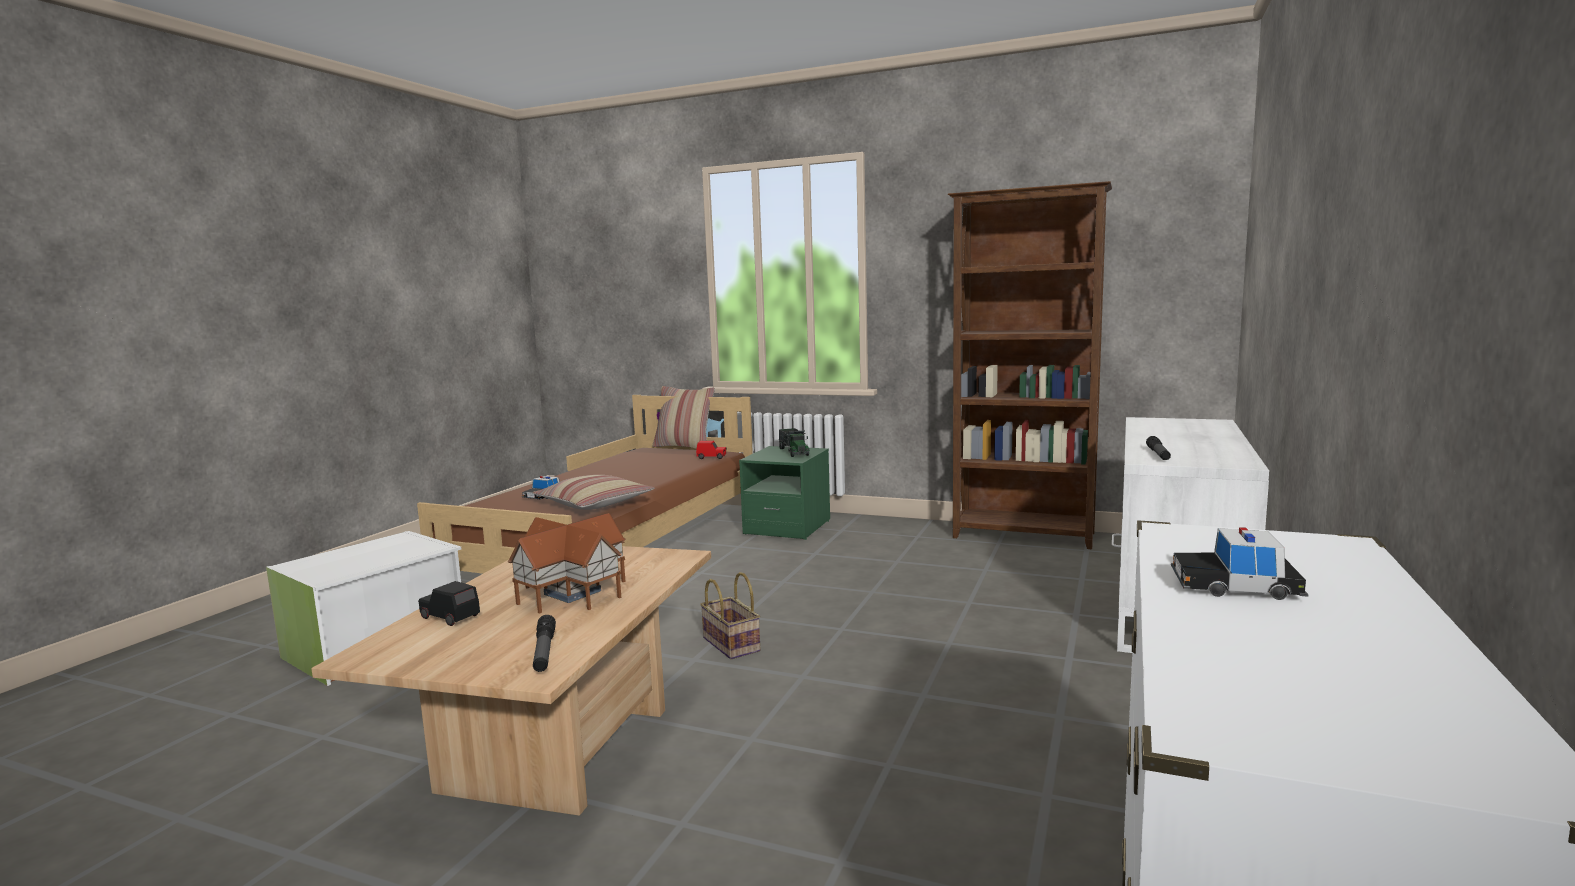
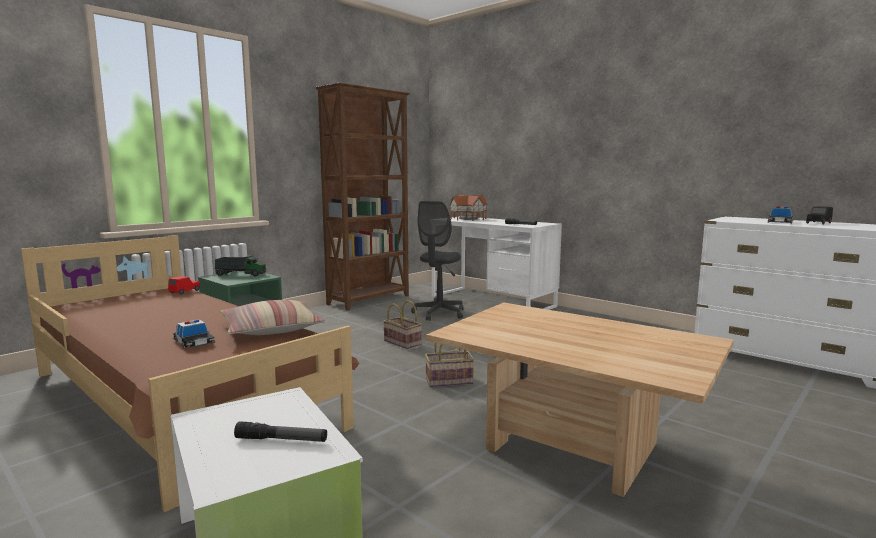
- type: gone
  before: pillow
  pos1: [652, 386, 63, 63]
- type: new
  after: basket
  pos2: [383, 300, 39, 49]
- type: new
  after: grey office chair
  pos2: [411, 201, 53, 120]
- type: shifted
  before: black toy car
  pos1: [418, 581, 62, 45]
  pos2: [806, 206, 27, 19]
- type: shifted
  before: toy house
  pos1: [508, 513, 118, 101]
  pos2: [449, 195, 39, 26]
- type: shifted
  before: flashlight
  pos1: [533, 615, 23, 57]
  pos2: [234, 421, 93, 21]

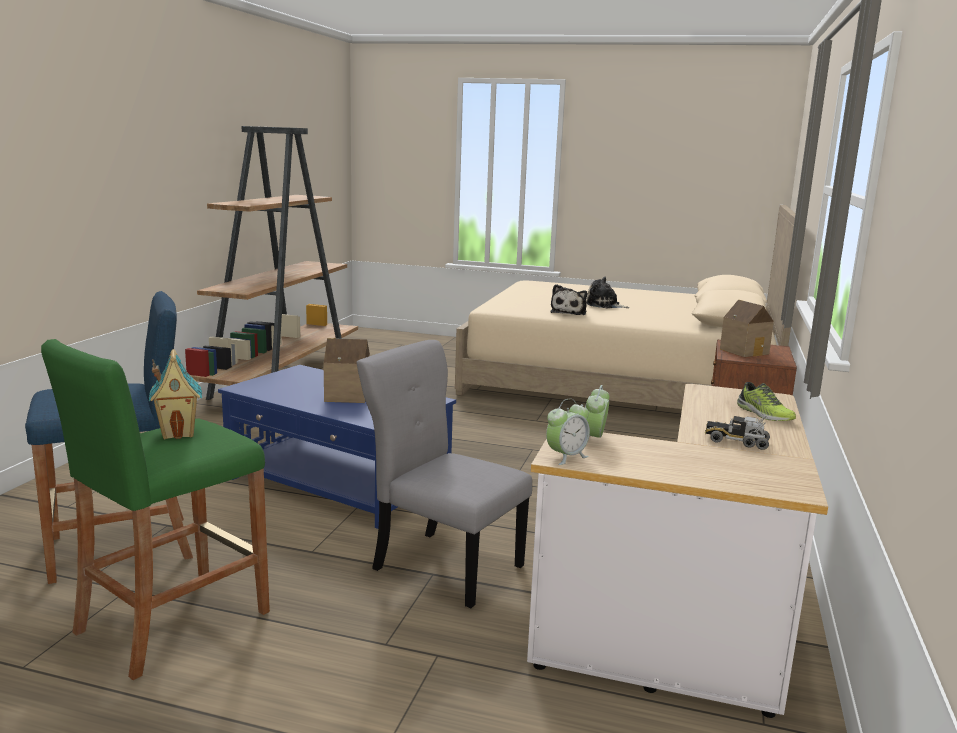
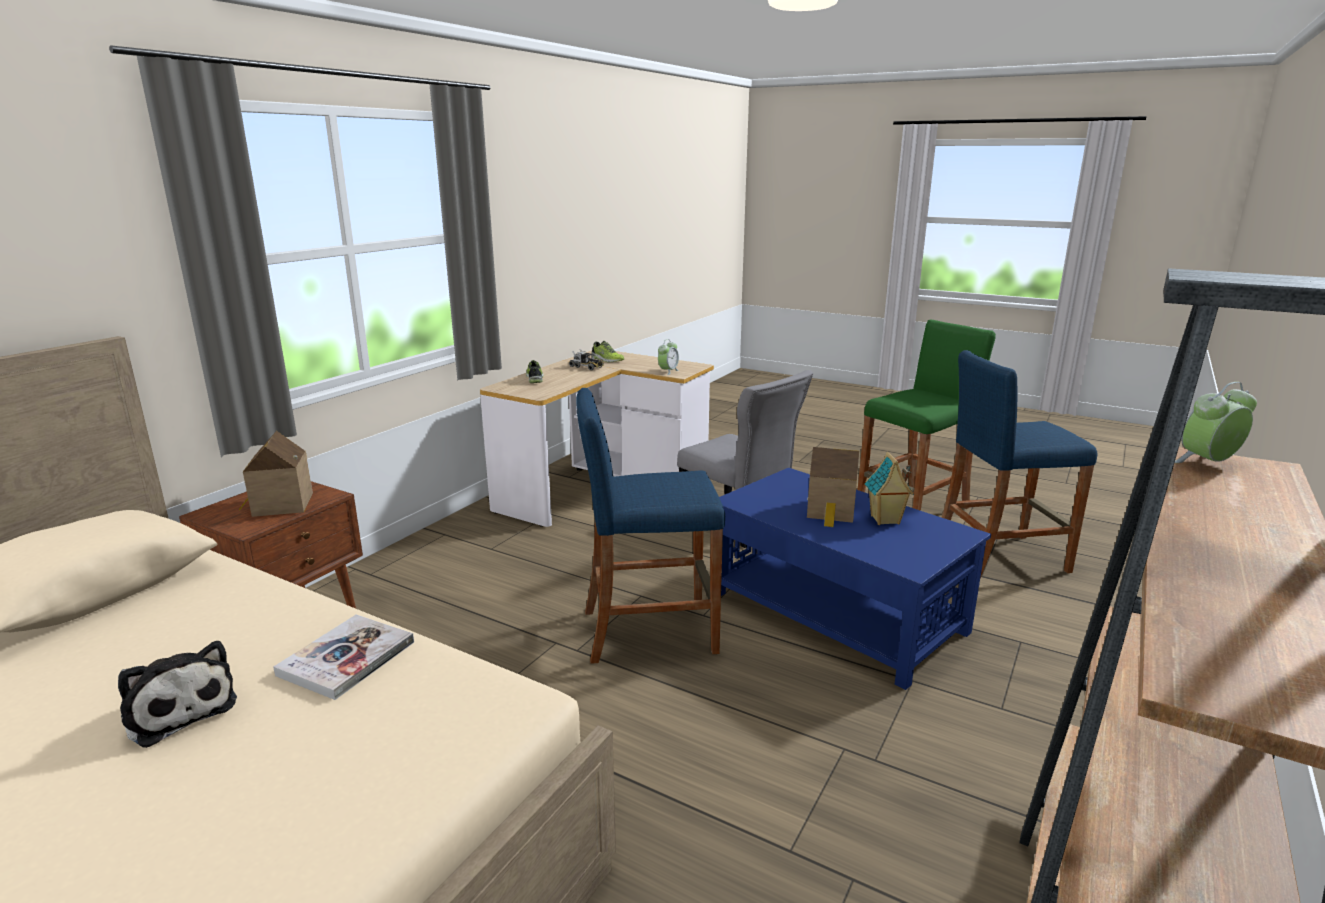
- type: new
  after: blue stool
  pos2: [576, 388, 149, 276]
- type: new
  after: shoe
  pos2: [591, 341, 33, 21]
- type: shifted
  before: toy house
  pos1: [149, 349, 53, 90]
  pos2: [865, 452, 49, 73]
- type: shifted
  before: alarm clock
  pos1: [546, 398, 44, 67]
  pos2: [1175, 382, 82, 81]
- type: swapped
  before: plush toy
  after: book
  pos1: [550, 284, 37, 31]
  pos2: [273, 615, 141, 85]

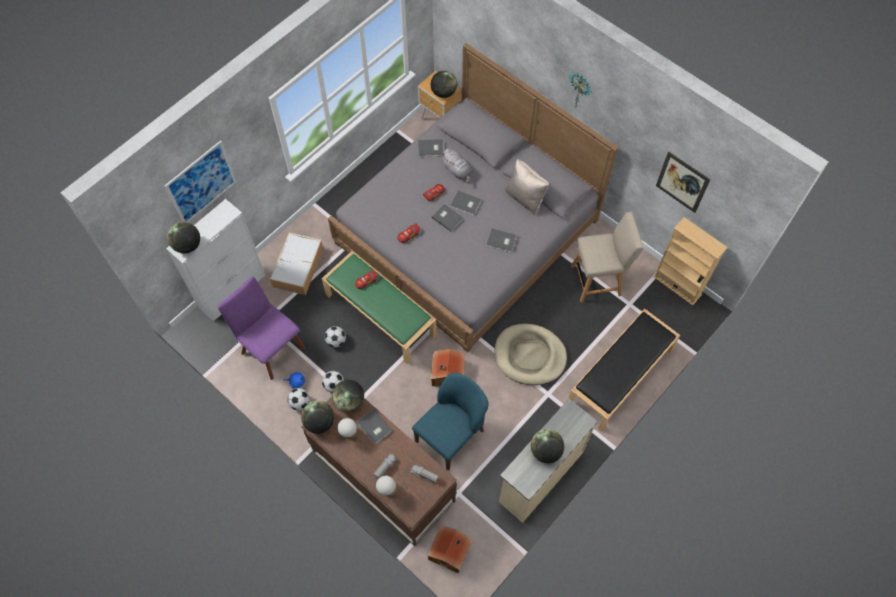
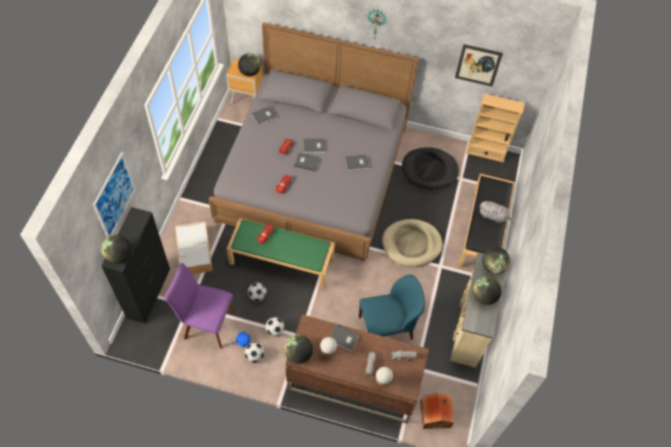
- type: gone
  before: toy house
  pos1: [431, 349, 34, 38]
- type: gone
  before: beige pillow
  pos1: [505, 159, 44, 57]
- type: shifted
  before: globe
  pos1: [332, 380, 32, 32]
  pos2: [482, 247, 28, 28]
- type: shifted
  before: grey plush toy
  pos1: [441, 148, 30, 36]
  pos2: [480, 201, 33, 23]
- type: swapped
  before: beige chair
  after: black dog bed
  pos1: [571, 212, 73, 91]
  pos2: [402, 147, 57, 43]
- type: repainted
  before: white cabinet
  after: black cabinet
  pos1: [166, 199, 99, 123]
  pos2: [101, 207, 69, 117]
- type: rotated
  before: blue chair
  pos1: [412, 372, 77, 99]
  pos2: [359, 275, 66, 65]
  turn: 60

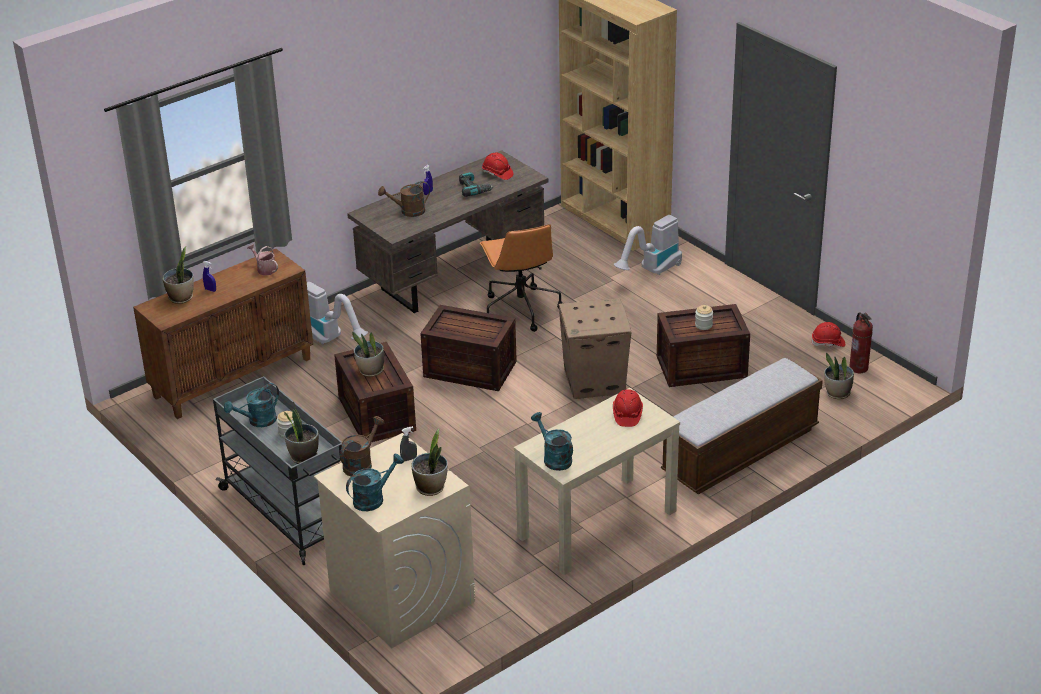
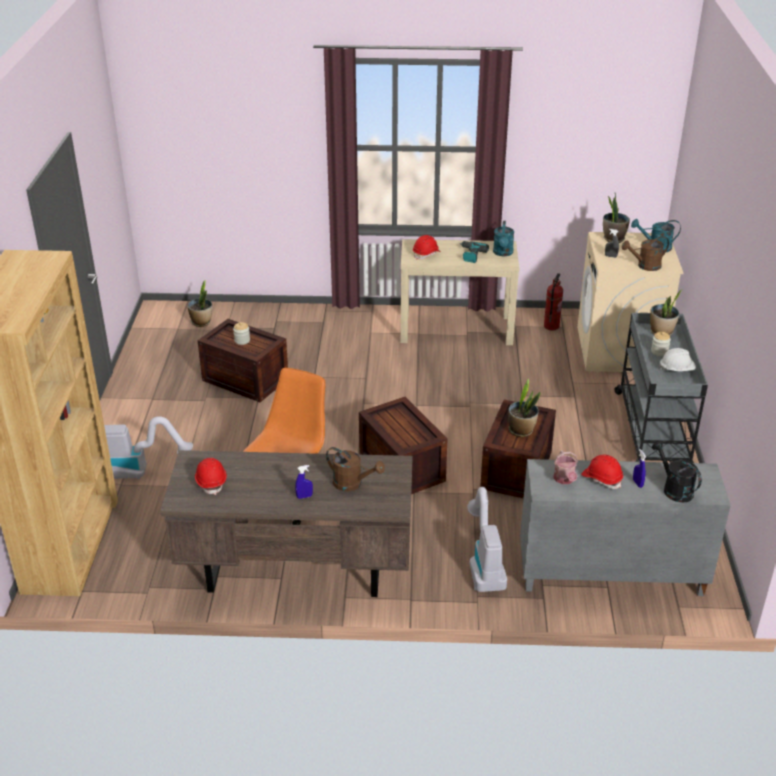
- type: gone
  before: cardboard box
  pos1: [559, 298, 72, 101]
- type: gone
  before: bench
  pos1: [661, 358, 162, 137]
- type: shifted
  before: power drill
  pos1: [459, 172, 35, 25]
  pos2: [459, 241, 30, 22]
- type: shifted
  before: red hard hat
  pos1: [811, 322, 34, 25]
  pos2: [581, 454, 42, 35]
- type: shifted
  before: fire extinguisher
  pos1: [849, 312, 24, 61]
  pos2: [544, 273, 19, 58]
- type: swapped
  before: potted plant
  after: black watering can
  pos1: [163, 246, 31, 58]
  pos2: [652, 441, 50, 62]
- type: swapped
  before: turquoise watering can
  after: white hard hat
  pos1: [224, 383, 55, 44]
  pos2: [659, 348, 37, 23]
- type: repainted
  before: brown cabinet
  after: grey cabinet
  pos1: [133, 249, 180, 170]
  pos2: [520, 459, 211, 137]

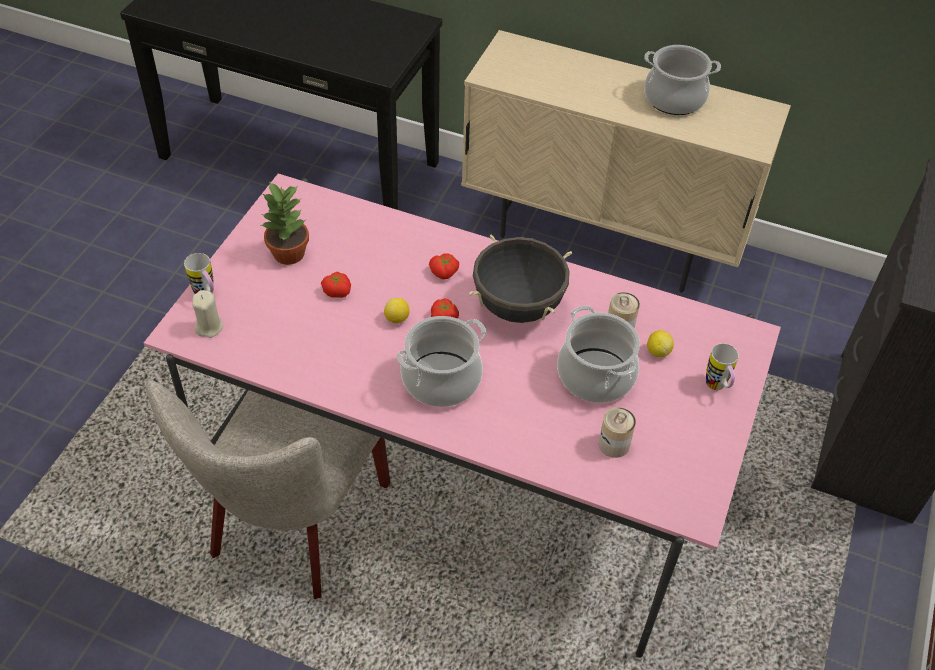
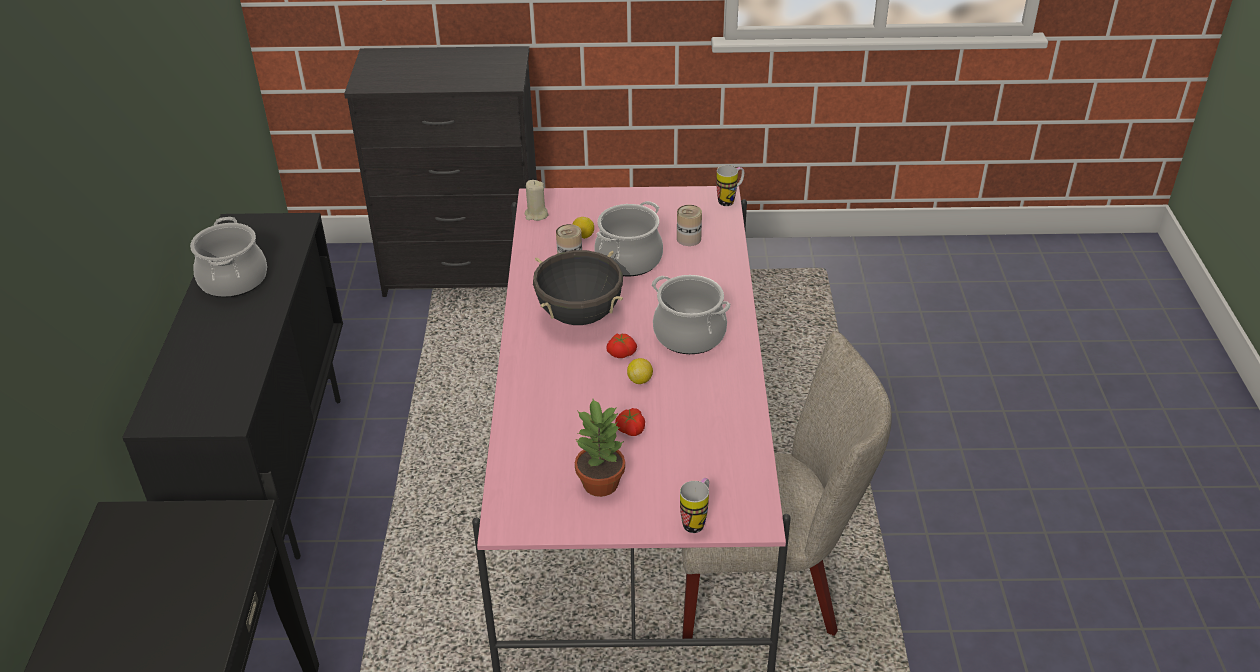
- type: gone
  before: tomato
  pos1: [429, 254, 30, 26]
- type: shifted
  before: beige candle
  pos1: [192, 290, 31, 48]
  pos2: [524, 180, 24, 41]
- type: shifted
  before: mug
  pos1: [706, 343, 33, 47]
  pos2: [717, 165, 27, 41]
- type: repainted
  before: beige cabinet
  after: black cabinet
  pos1: [461, 30, 330, 262]
  pos2: [122, 213, 221, 347]

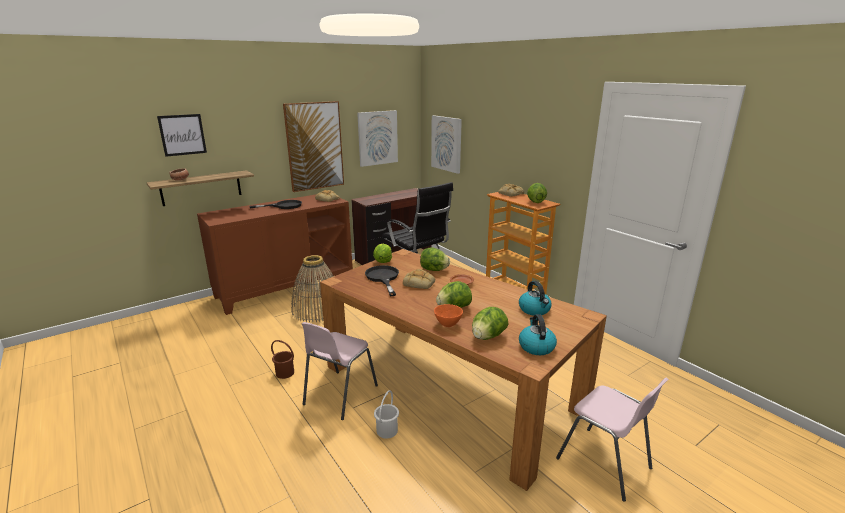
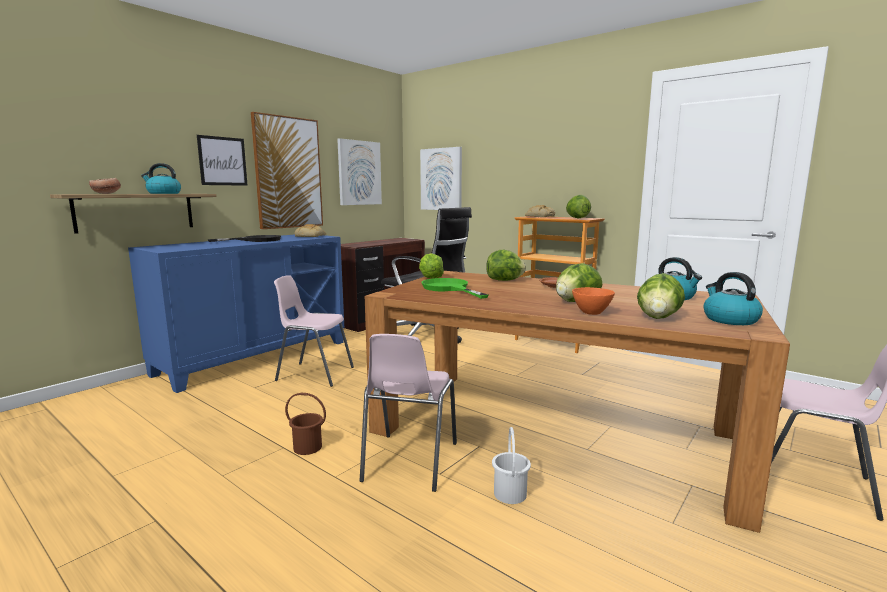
- type: gone
  before: bread
  pos1: [403, 269, 32, 20]
- type: new
  after: kettle
  pos2: [141, 163, 40, 31]
- type: shifted
  before: picture
  pos1: [157, 114, 50, 43]
  pos2: [197, 135, 51, 51]
- type: swapped
  before: basket
  after: pink chair
  pos1: [291, 255, 43, 68]
  pos2: [274, 275, 80, 112]
- type: repainted
  before: brown cabinet
  after: blue cabinet
  pos1: [197, 195, 156, 120]
  pos2: [128, 234, 216, 159]
- type: repainted
  before: black frying pan
  after: green frying pan
  pos1: [365, 265, 34, 31]
  pos2: [421, 278, 67, 21]

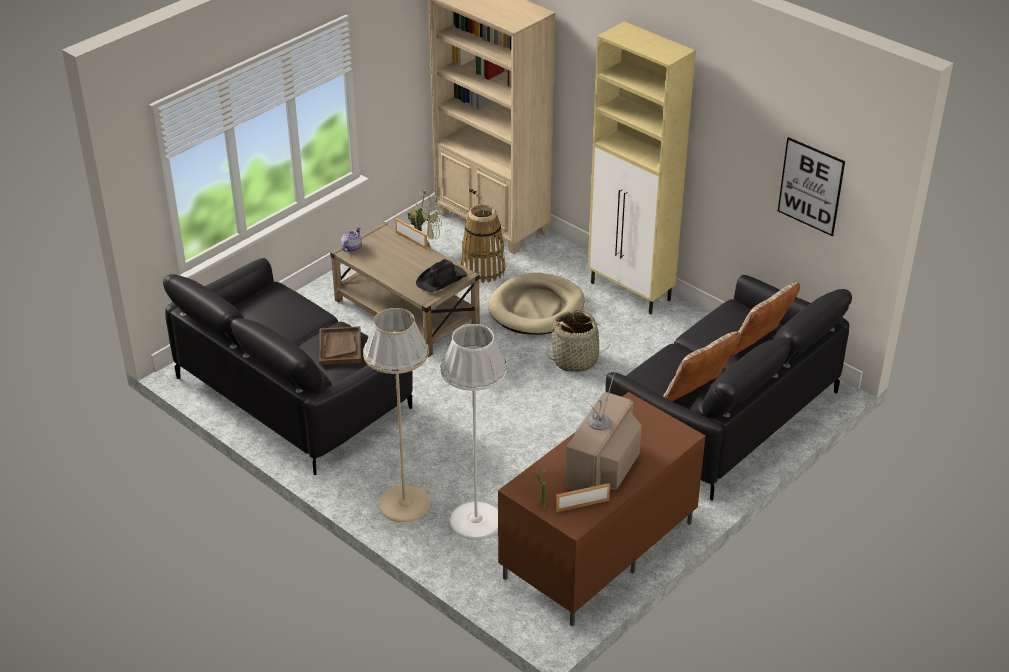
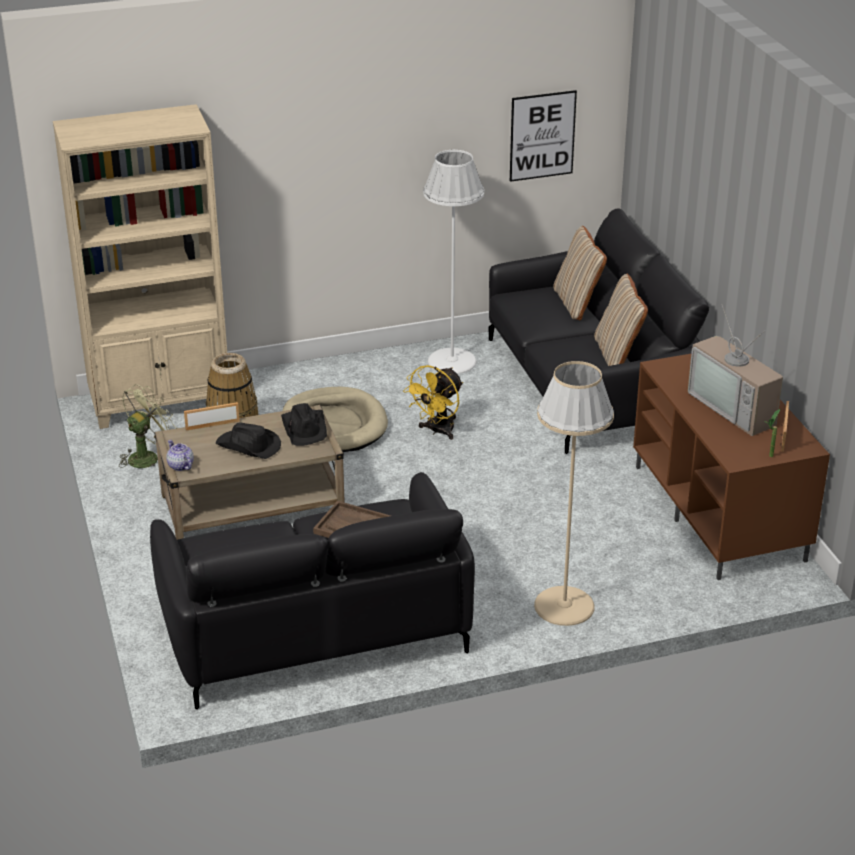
- type: gone
  before: beige cabinet
  pos1: [588, 21, 108, 294]
- type: new
  after: black hat
  pos2: [216, 422, 65, 37]
- type: shifted
  before: white floor lamp
  pos1: [440, 324, 67, 216]
  pos2: [423, 150, 61, 224]
- type: swapped
  before: basket
  after: yellow fan
  pos1: [547, 309, 64, 63]
  pos2: [403, 365, 60, 75]

